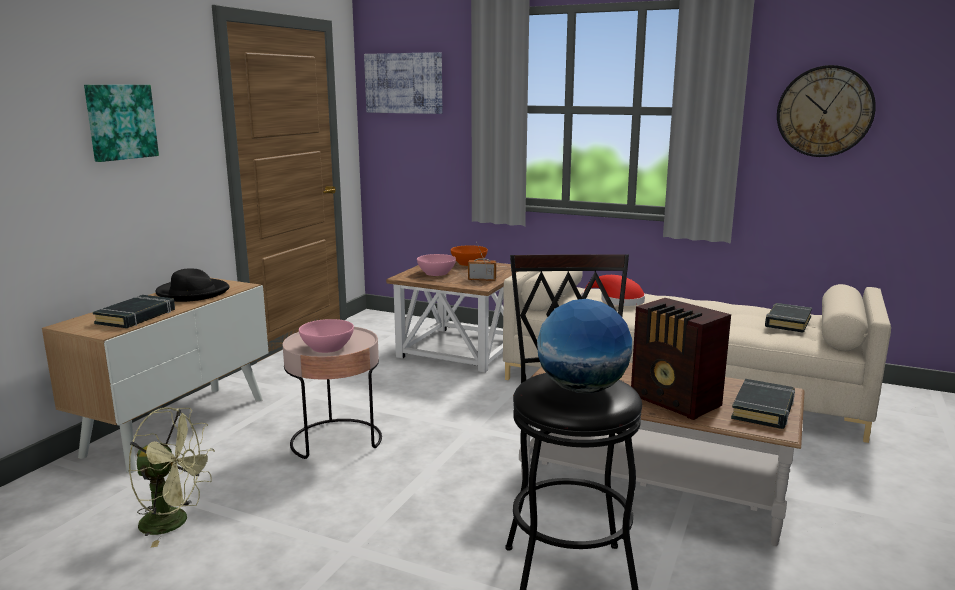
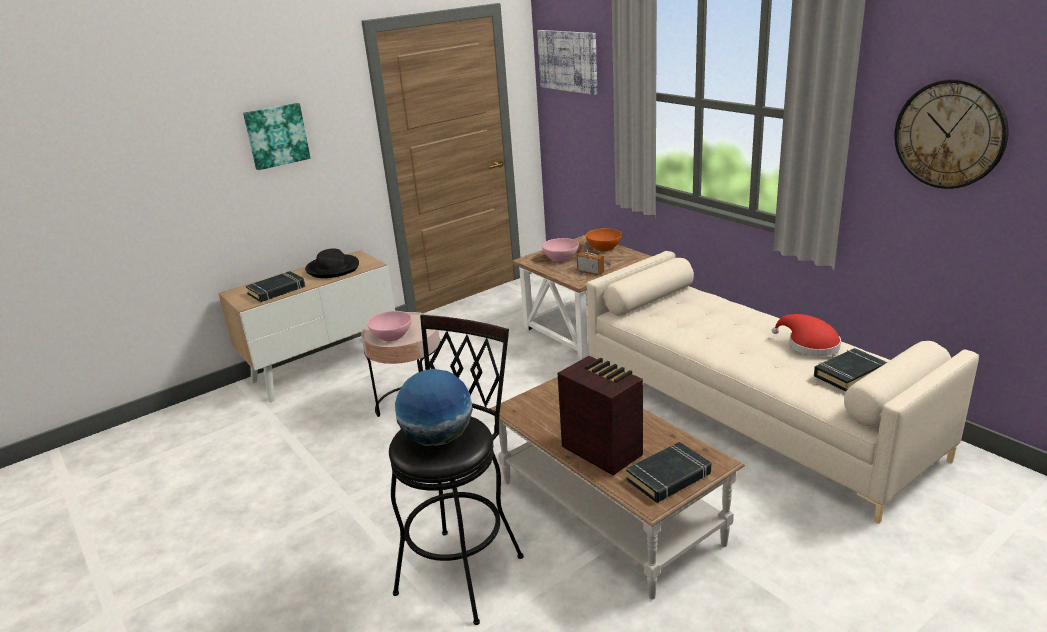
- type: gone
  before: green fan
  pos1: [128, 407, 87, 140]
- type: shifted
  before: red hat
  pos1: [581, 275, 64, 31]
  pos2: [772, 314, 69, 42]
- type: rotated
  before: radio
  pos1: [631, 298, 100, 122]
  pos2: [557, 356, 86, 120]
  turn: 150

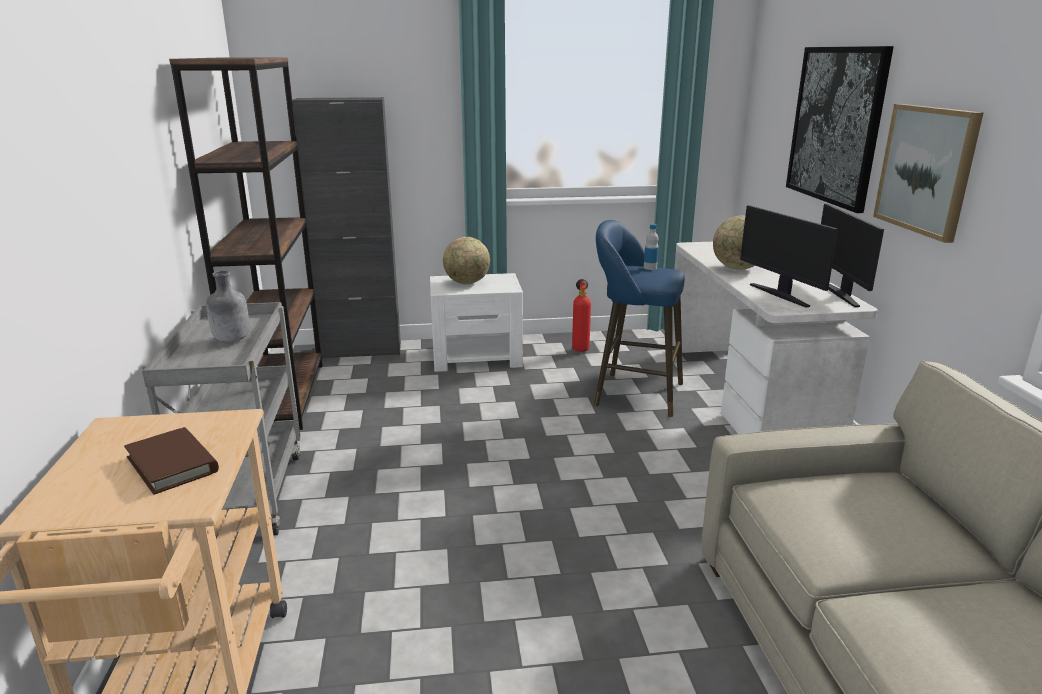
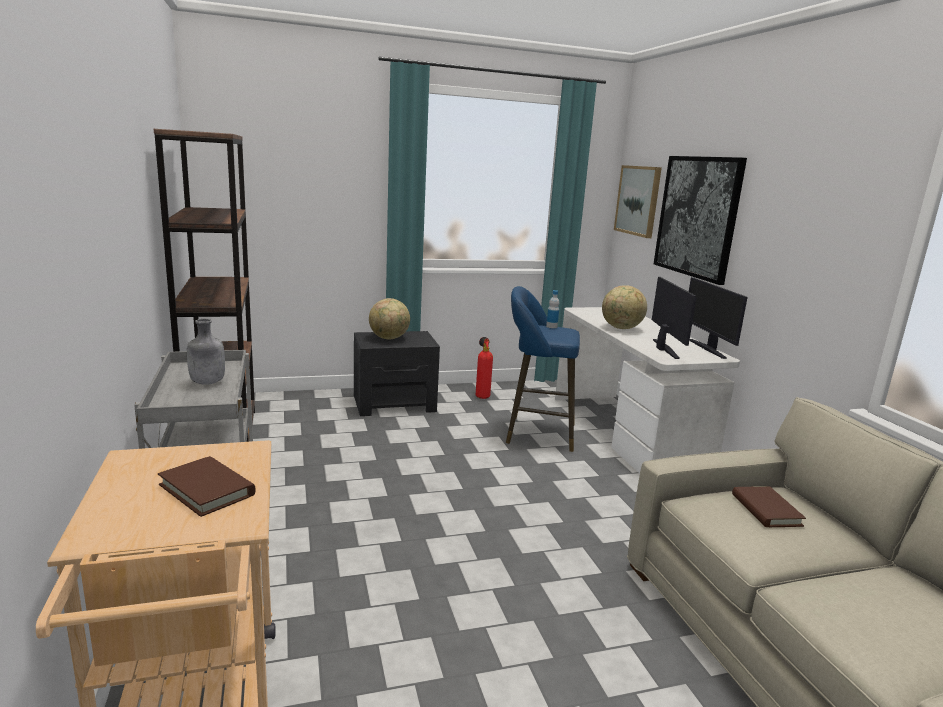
- type: gone
  before: black cabinet
  pos1: [292, 97, 109, 262]
- type: new
  after: brown book
  pos2: [732, 486, 74, 41]
- type: shifted
  before: picture
  pos1: [873, 104, 110, 139]
  pos2: [614, 165, 48, 73]
- type: repainted
  before: white nightstand
  after: black nightstand
  pos1: [430, 273, 93, 99]
  pos2: [354, 331, 86, 85]
- type: rotated
  before: monitor
  pos1: [740, 205, 98, 102]
  pos2: [652, 277, 45, 82]
  turn: -150

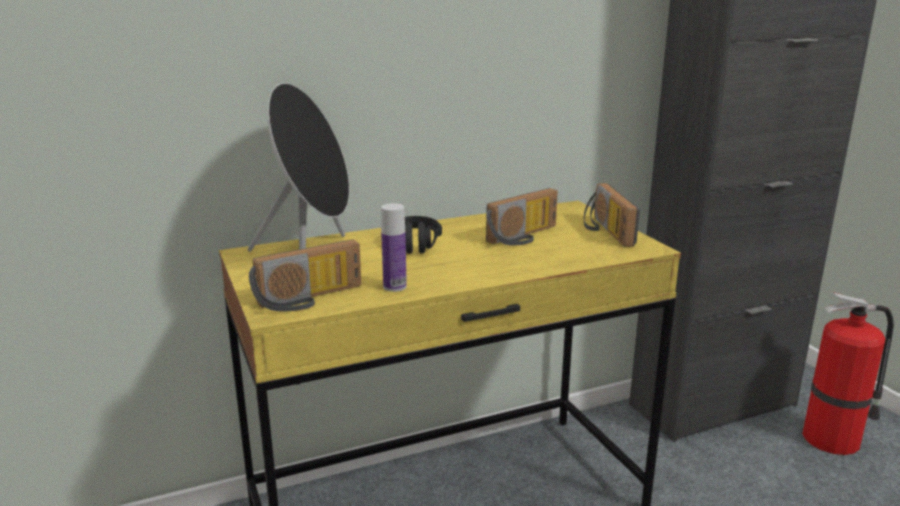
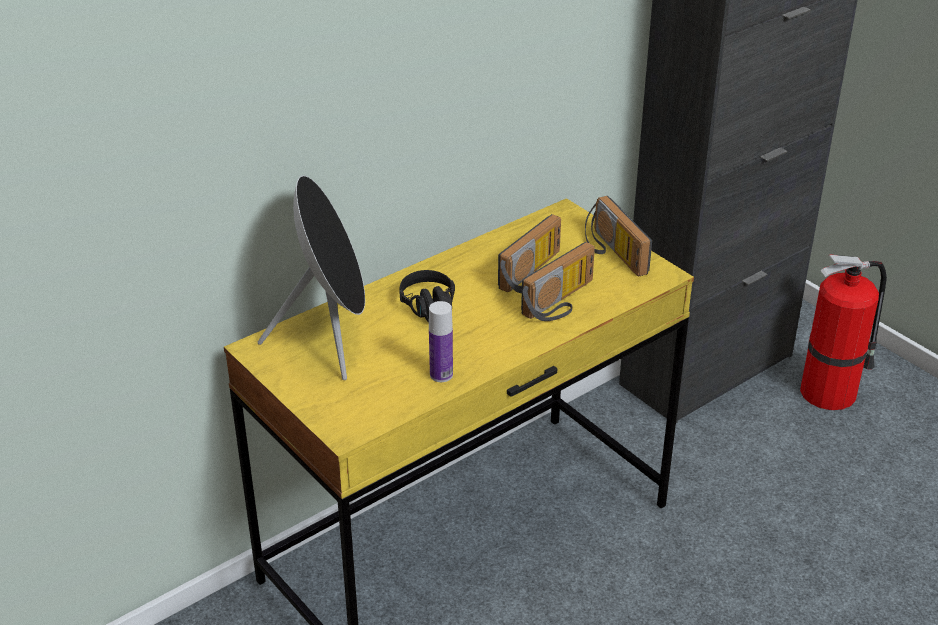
- type: shifted
  before: radio
  pos1: [249, 239, 112, 73]
  pos2: [521, 242, 74, 79]

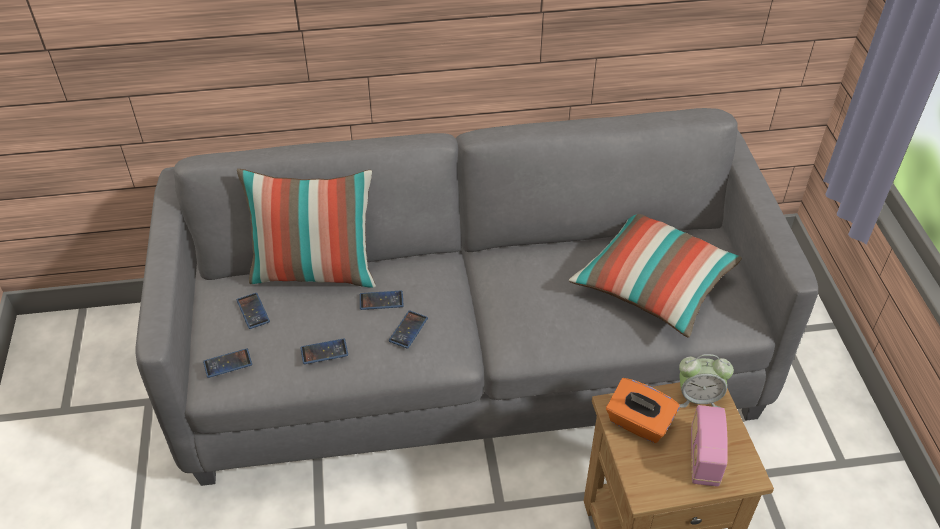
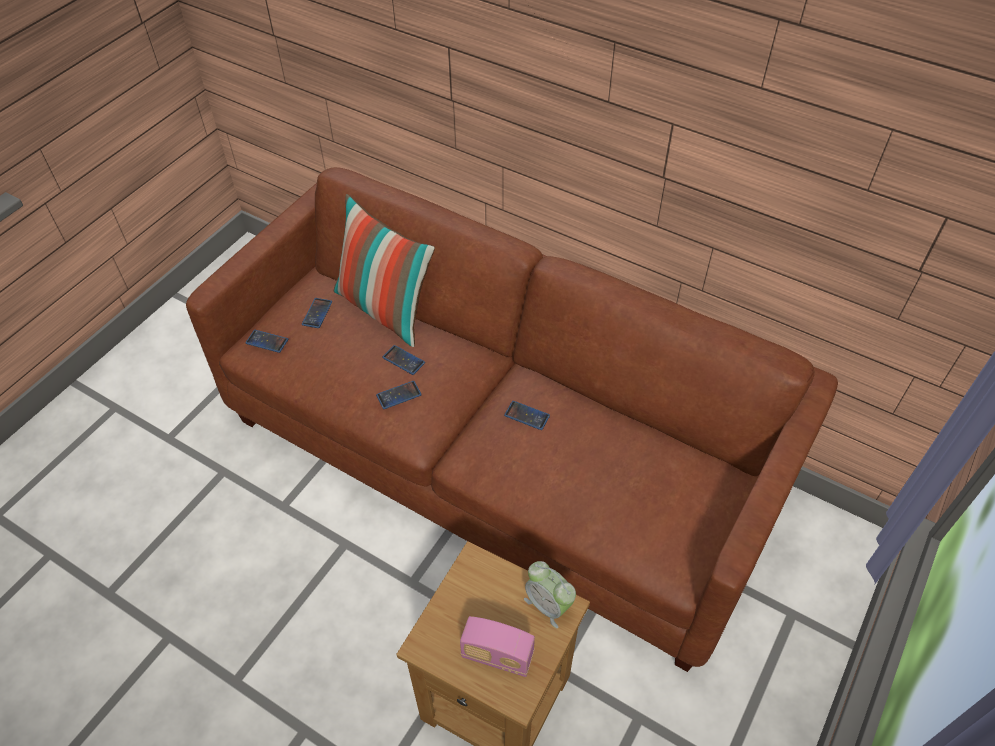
- type: gone
  before: pillow
  pos1: [569, 214, 173, 124]
- type: gone
  before: orange tissue box
  pos1: [606, 378, 74, 65]
- type: shifted
  before: phone
  pos1: [301, 338, 47, 26]
  pos2: [504, 401, 46, 29]
- type: repainted
  before: grey sofa
  after: brown sofa
  pos1: [136, 108, 682, 378]
  pos2: [186, 167, 652, 505]
- type: rotated
  before: radio
  pos1: [691, 405, 37, 82]
  pos2: [460, 616, 75, 61]
  turn: -120

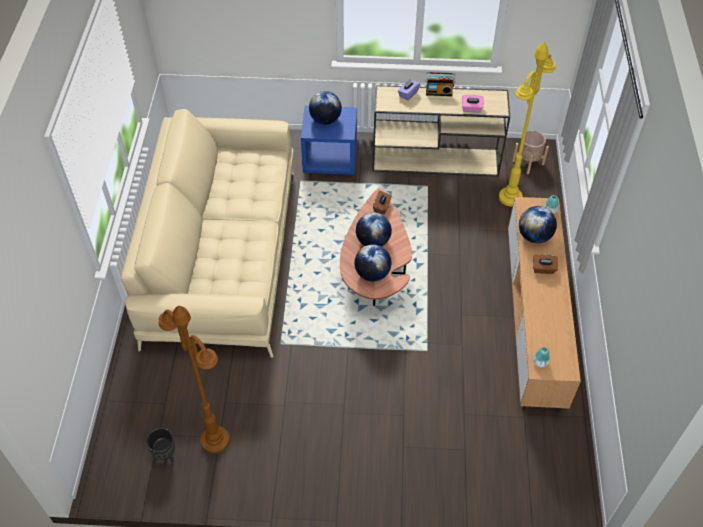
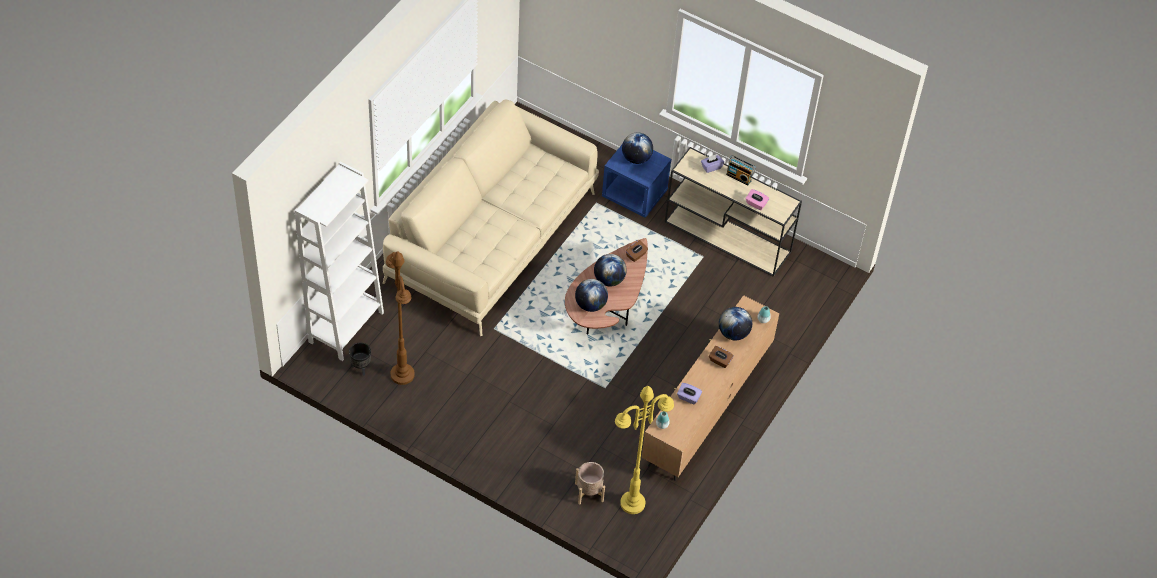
- type: new
  after: white bookcase
  pos2: [295, 161, 89, 200]
- type: new
  after: purple tissue box
  pos2: [677, 383, 25, 22]
- type: shifted
  before: yellow floor lamp
  pos1: [499, 41, 57, 166]
  pos2: [615, 386, 59, 128]
- type: shifted
  before: beige planter
  pos1: [512, 131, 37, 43]
  pos2: [575, 462, 30, 42]

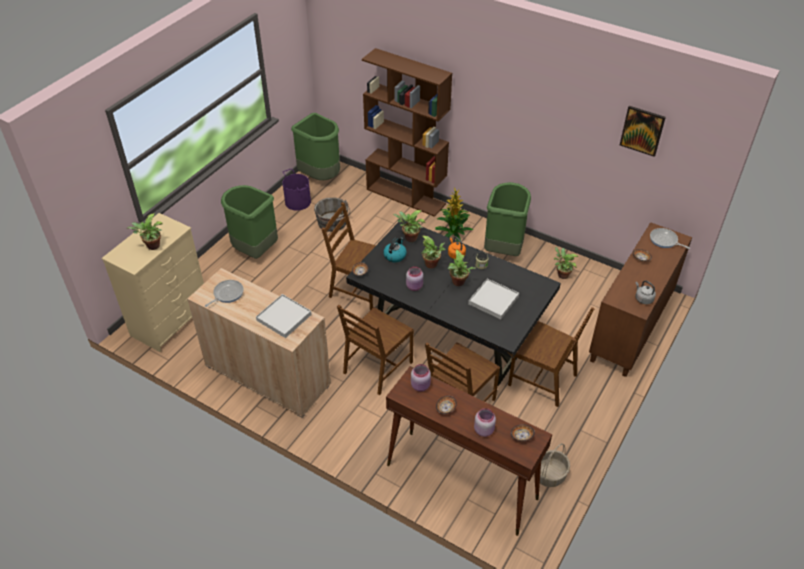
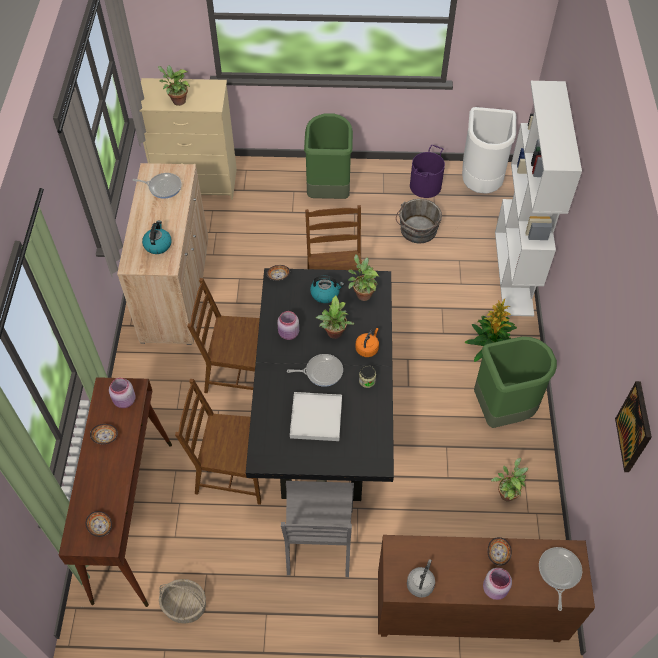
- type: shifted
  before: pink jar
  pos1: [474, 408, 22, 29]
  pos2: [483, 568, 29, 32]
- type: swapped
  before: white tray
  after: kettle
  pos1: [256, 294, 56, 44]
  pos2: [142, 221, 30, 33]
- type: swapped
  before: potted plant
  after: frying pan
  pos1: [447, 250, 29, 36]
  pos2: [287, 354, 56, 33]
- type: repainted
  before: green trash can
  after: white trash can
  pos1: [291, 113, 49, 67]
  pos2: [462, 107, 54, 87]
- type: repainted
  before: brown bookcase
  after: white bookcase
  pos1: [362, 48, 90, 169]
  pos2: [495, 81, 87, 235]
- type: repainted
  before: brown chair
  after: grey chair
  pos1: [508, 307, 87, 100]
  pos2: [281, 481, 73, 96]

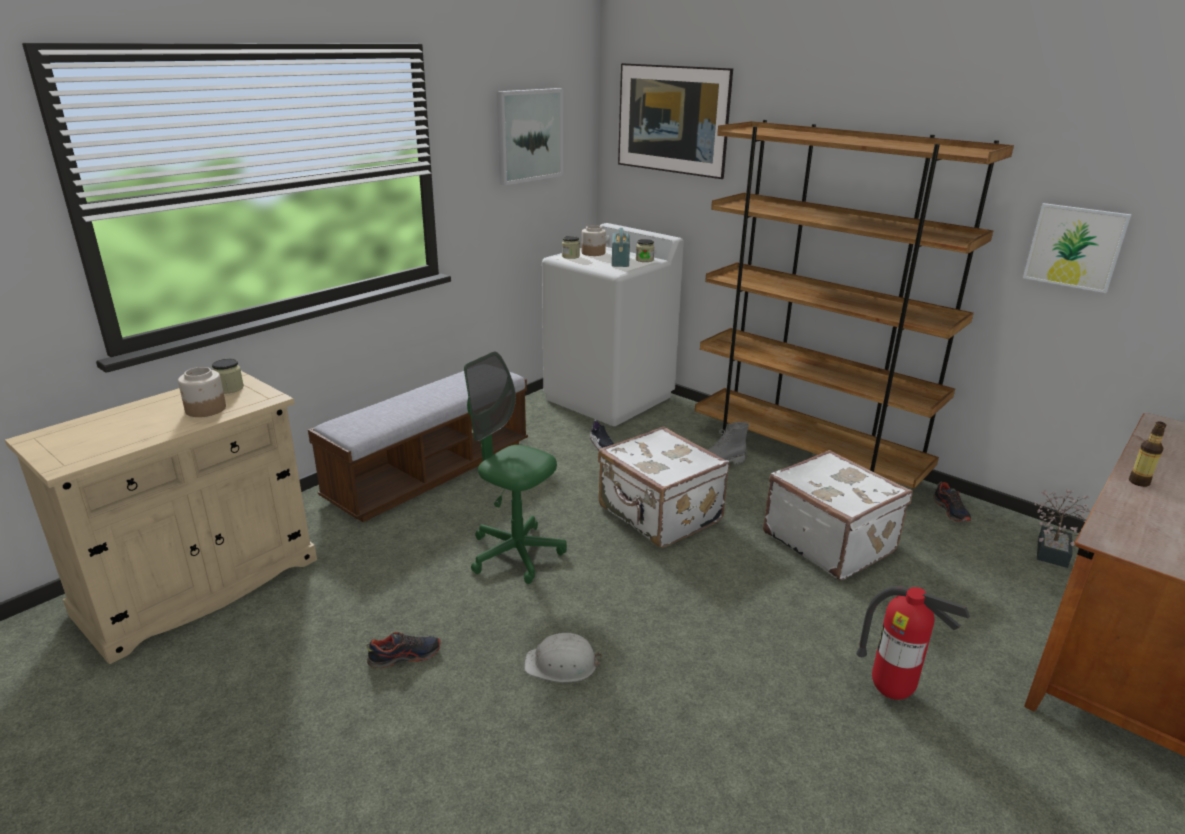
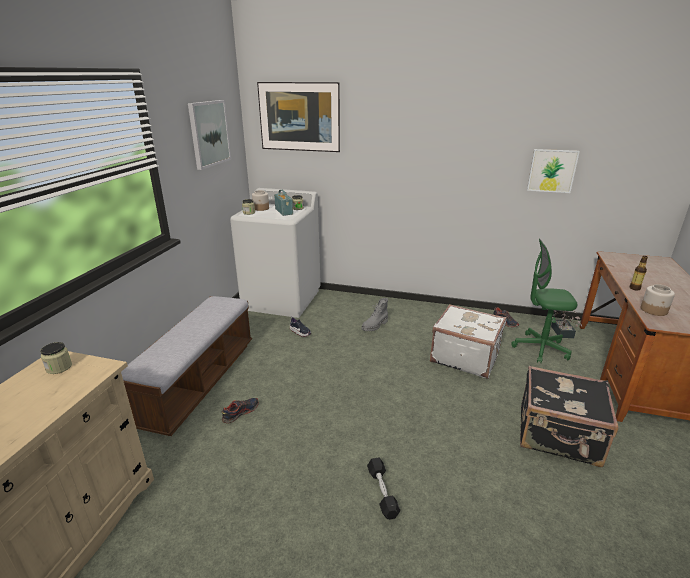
- type: gone
  before: white suitcase
  pos1: [598, 427, 131, 121]
- type: gone
  before: brown bookcase
  pos1: [695, 120, 319, 369]
- type: shifted
  before: jar
  pos1: [178, 367, 48, 50]
  pos2: [641, 284, 34, 32]
- type: shifted
  before: shoe
  pos1: [366, 632, 75, 37]
  pos2: [222, 398, 37, 26]
- type: shifted
  before: green office chair
  pos1: [464, 351, 103, 233]
  pos2: [511, 239, 67, 124]
- type: swapped
  before: white hard hat
  after: black dumbbell
  pos1: [524, 633, 78, 50]
  pos2: [367, 457, 33, 63]
- type: swapped
  before: fire extinguisher
  after: black suitcase
  pos1: [856, 586, 114, 114]
  pos2: [520, 366, 99, 101]

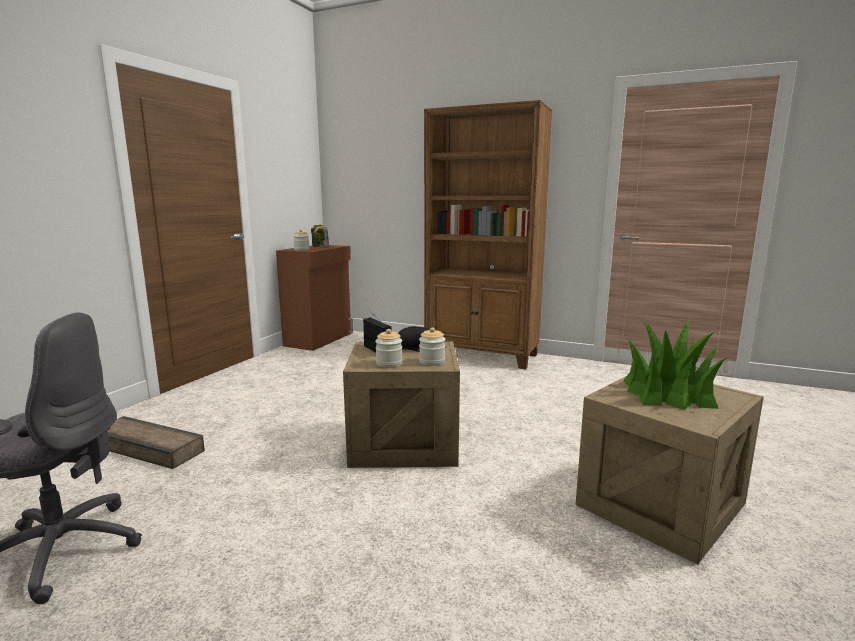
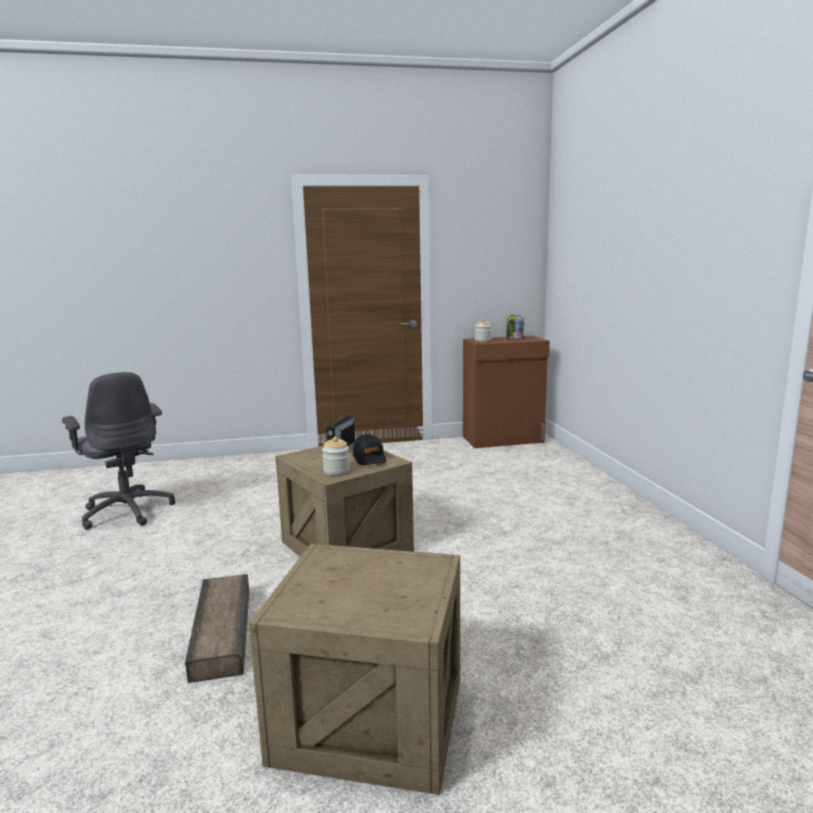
- type: gone
  before: jar
  pos1: [375, 329, 27, 39]
- type: gone
  before: brown bookcase
  pos1: [424, 100, 128, 269]
- type: gone
  before: potted plant
  pos1: [623, 319, 105, 91]
- type: shifted
  before: crate
  pos1: [108, 416, 97, 53]
  pos2: [185, 574, 64, 109]

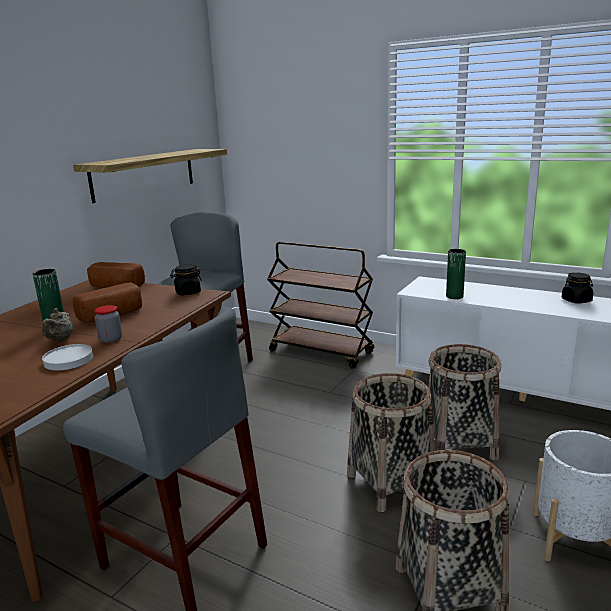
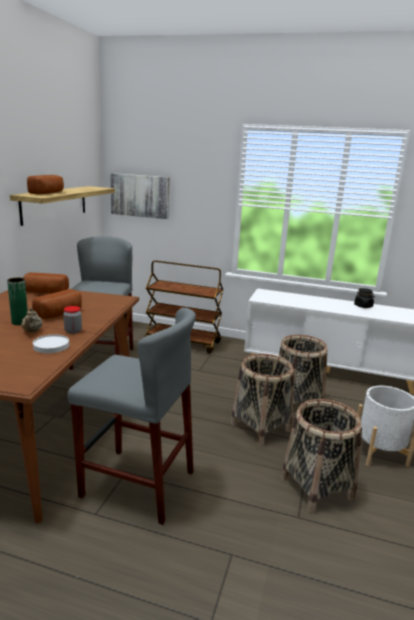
- type: gone
  before: black jar
  pos1: [170, 264, 32, 32]
- type: gone
  before: green vase
  pos1: [446, 249, 20, 50]
- type: new
  after: bread
  pos2: [27, 175, 37, 19]
- type: new
  after: picture
  pos2: [110, 173, 60, 46]

